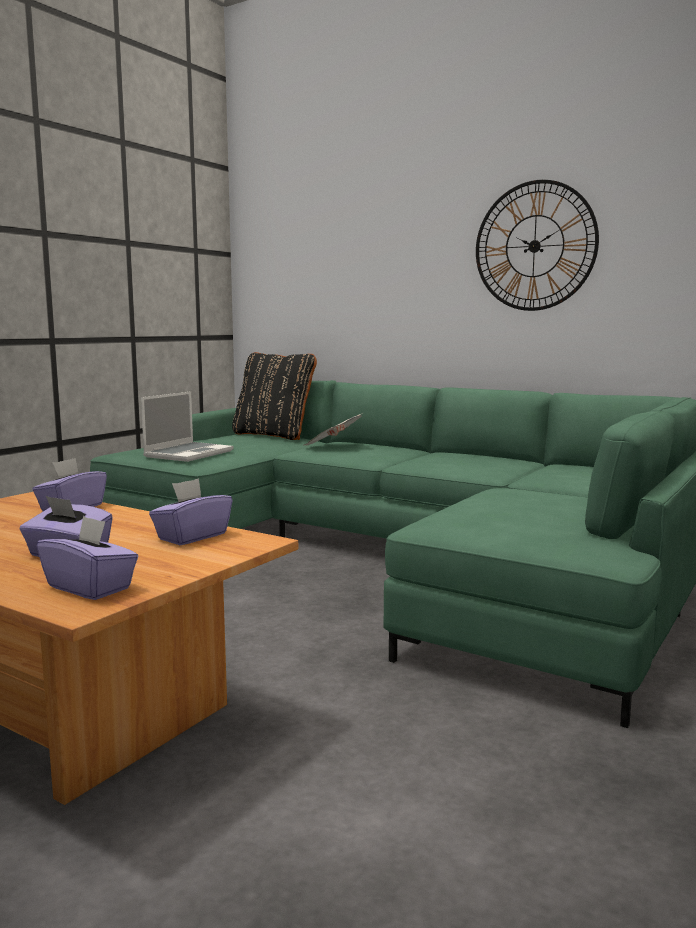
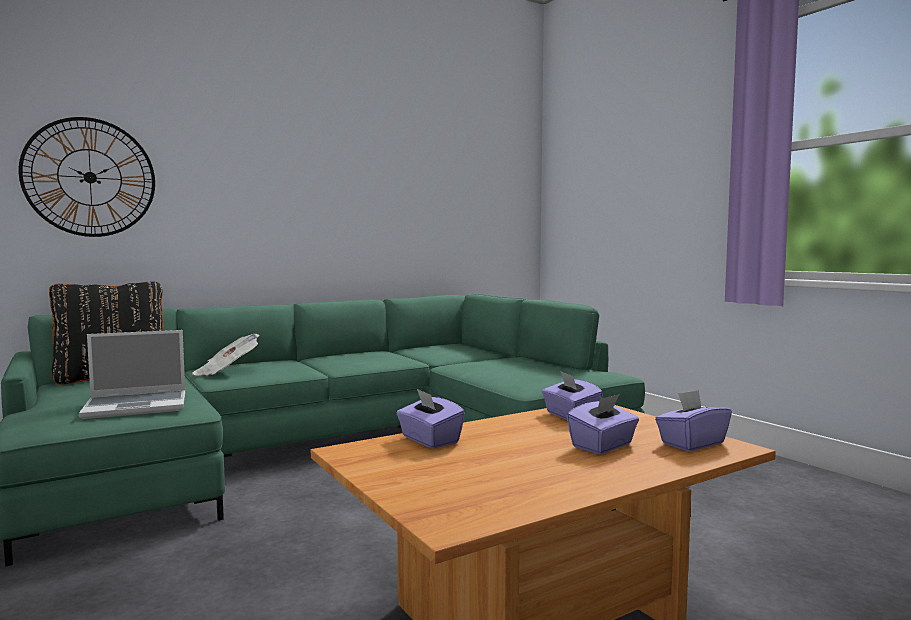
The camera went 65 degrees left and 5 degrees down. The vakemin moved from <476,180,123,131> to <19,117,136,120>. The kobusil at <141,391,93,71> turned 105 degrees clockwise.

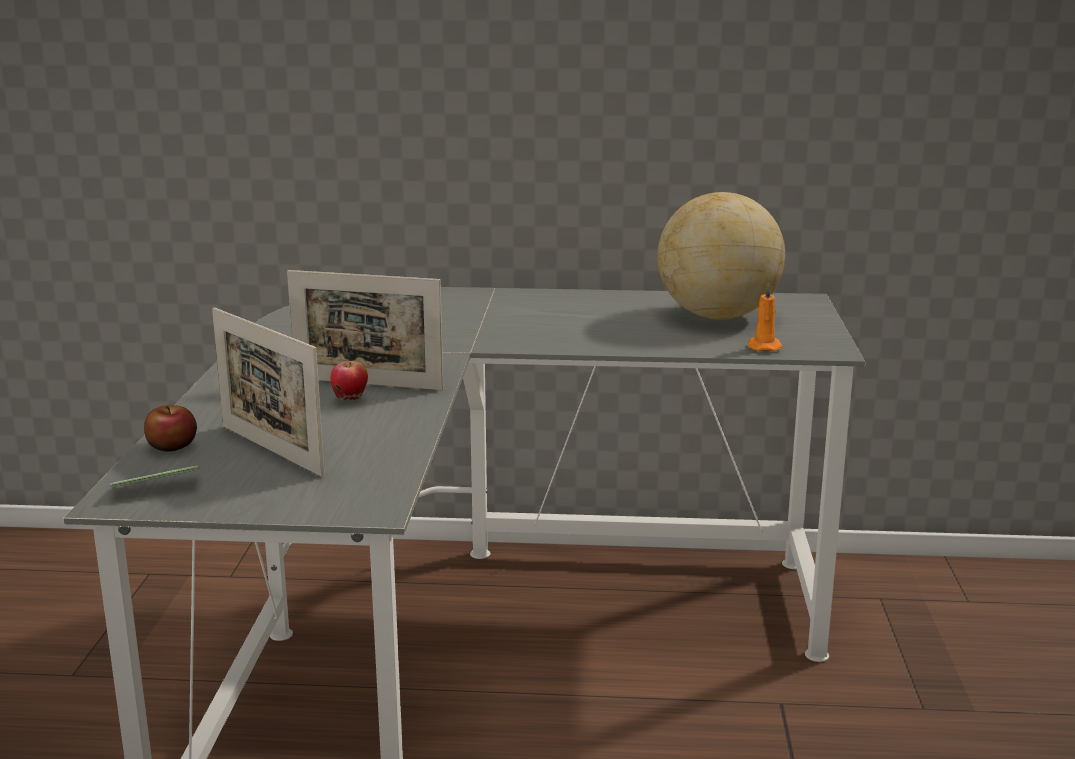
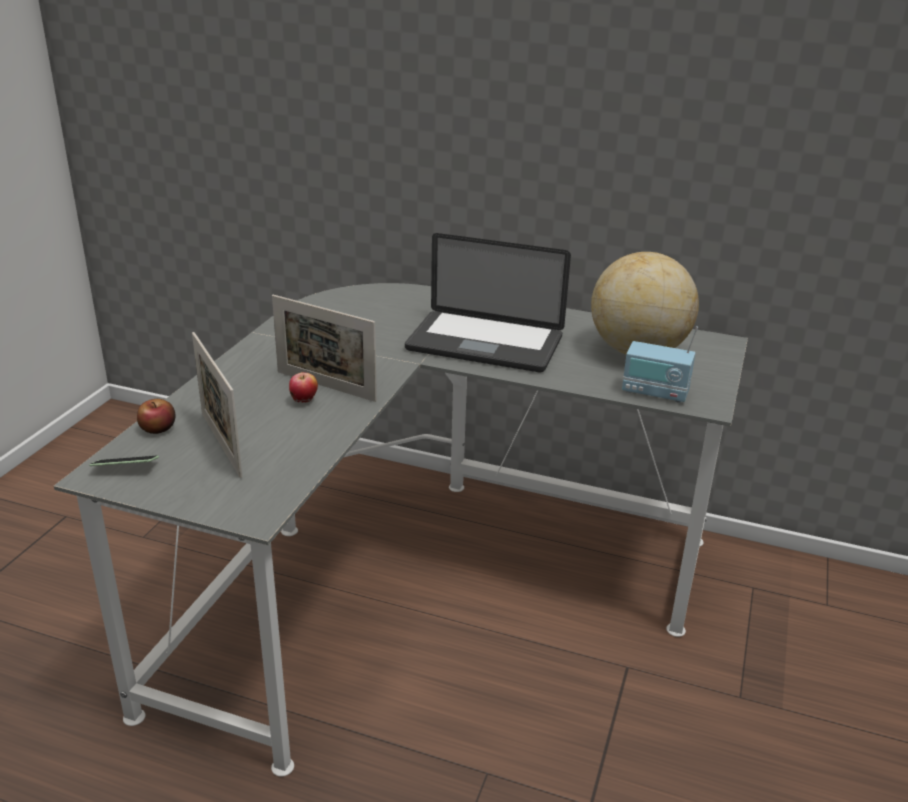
The camera went 15 degrees right and 10 degrees up. The kobusil at <405,233,166,139> appeared. The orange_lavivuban at <748,283,35,68> was replaced by the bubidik at <622,326,76,77>.

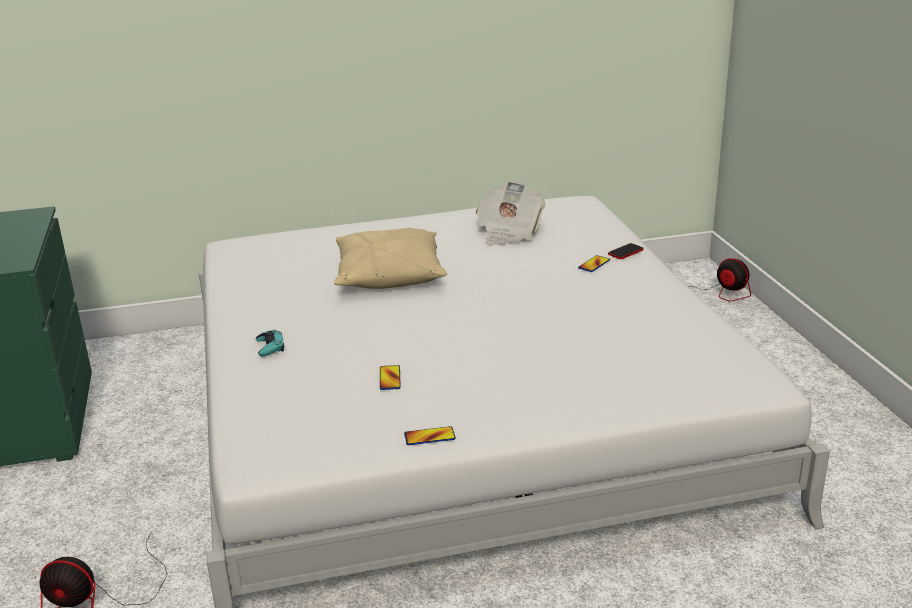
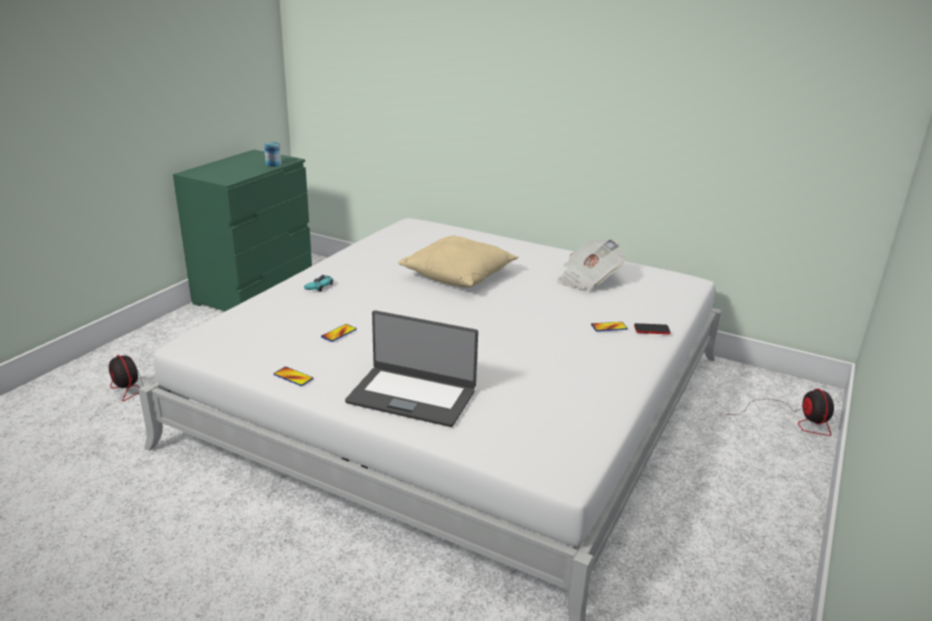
The camera went 40 degrees right and 0 degrees up. The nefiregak at <264,142,18,25> appeared. The kobusil at <345,310,133,117> appeared.

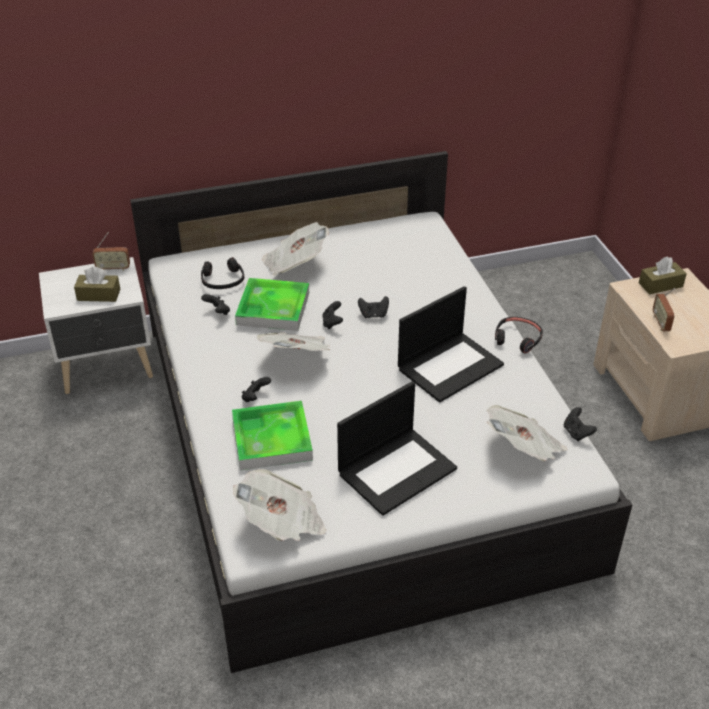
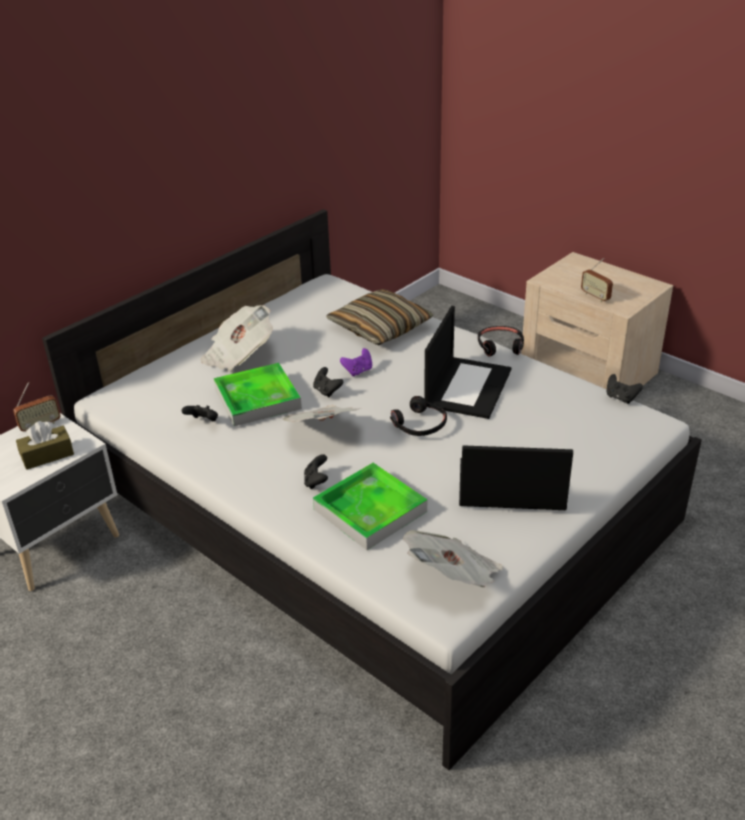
The camera went 30 degrees left and 5 degrees down. The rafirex at <486,405,81,56> disappeared. The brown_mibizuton at <639,256,48,39> disappeared. The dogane at <326,289,108,57> appeared. The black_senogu moved from <201,257,43,32> to <390,396,57,40>. The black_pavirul at <358,296,31,22> became the purple_pavirul at <340,348,32,29>. The kobusil at <337,381,120,135> turned 105 degrees counterclockwise.

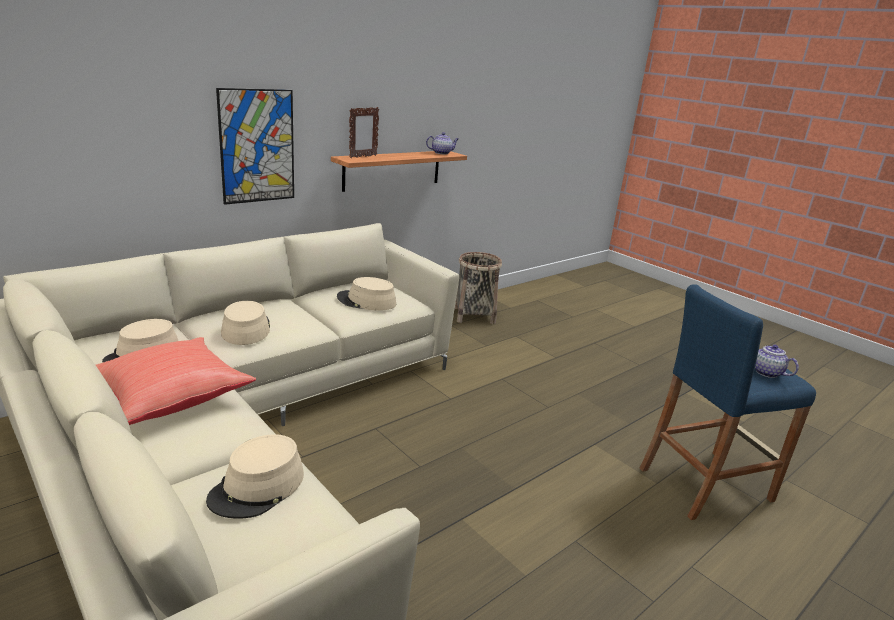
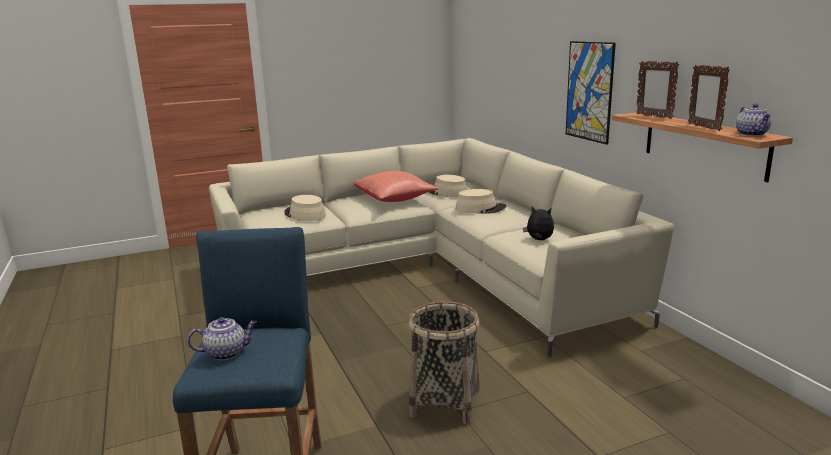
The camera went 110 degrees right and 5 degrees down. The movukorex at <688,65,42,66> appeared. The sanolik moved from <455,252,47,72> to <408,301,72,124>. The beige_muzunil at <337,277,59,34> was replaced by the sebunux at <523,206,31,34>.

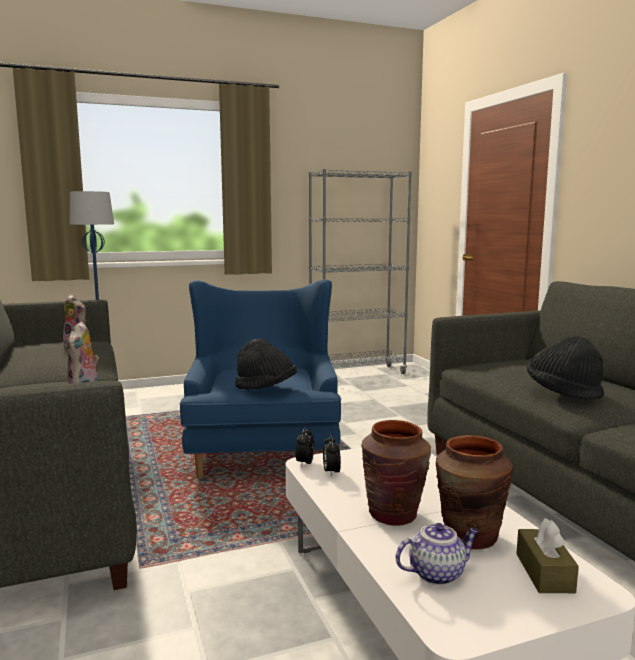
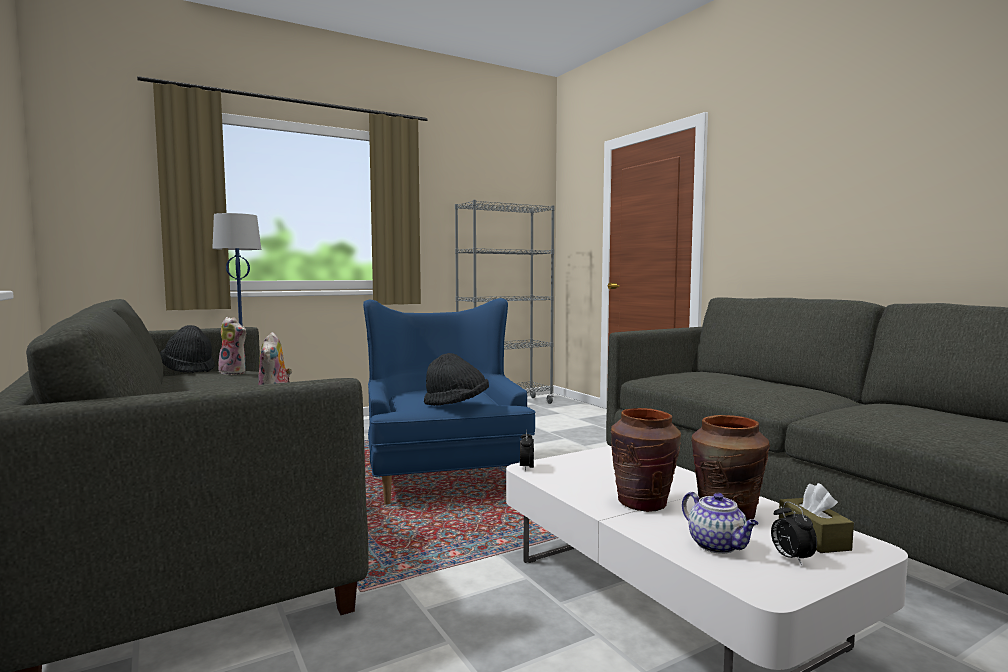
The camera went 10 degrees left and 5 degrees down. The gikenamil moved from <323,434,18,43> to <771,501,46,65>. The black_muzunil moved from <527,336,77,64> to <160,325,55,48>. The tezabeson at <395,523,84,62> turned 90 degrees clockwise.

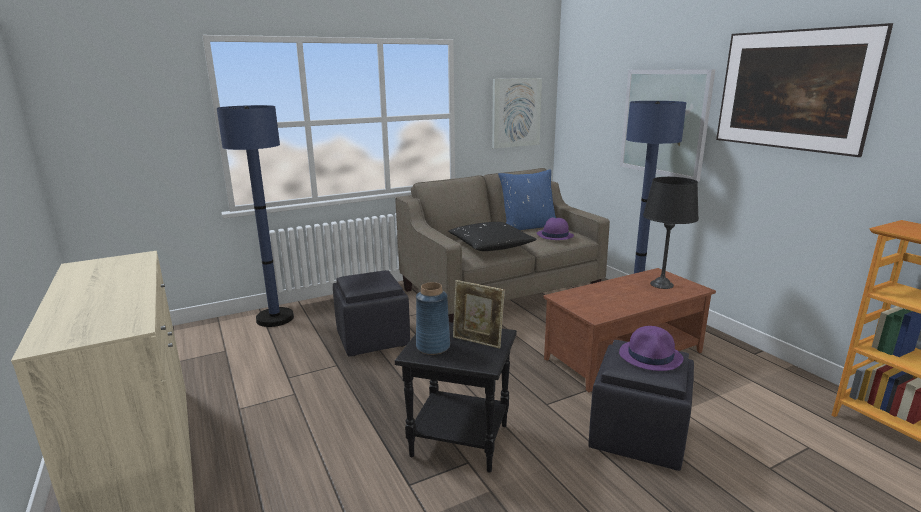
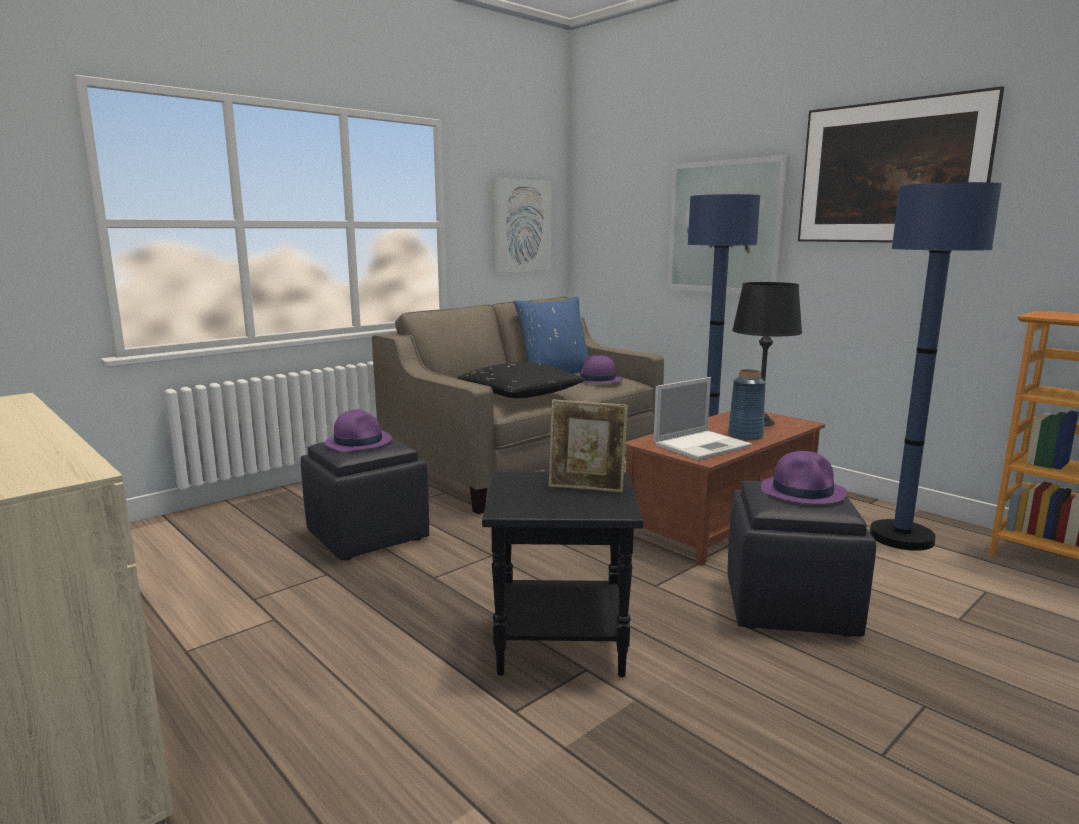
The camera went 15 degrees left and 5 degrees down. The purple_muzunil at <325,409,67,43> appeared. The kobusil at <654,377,98,83> appeared. The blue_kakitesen moved from <217,105,77,222> to <869,182,133,369>. The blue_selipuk moved from <416,282,34,73> to <728,369,38,72>.

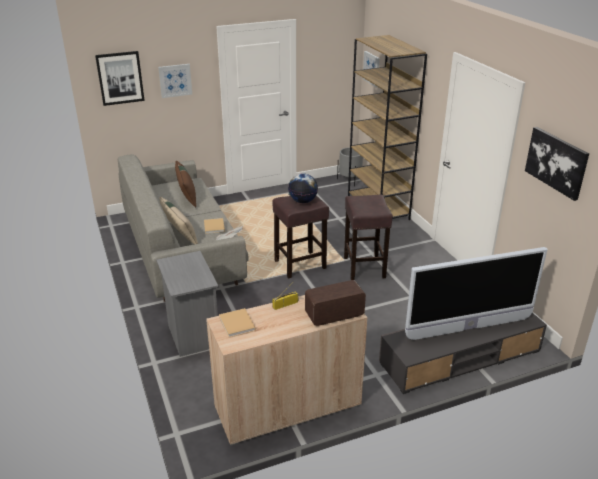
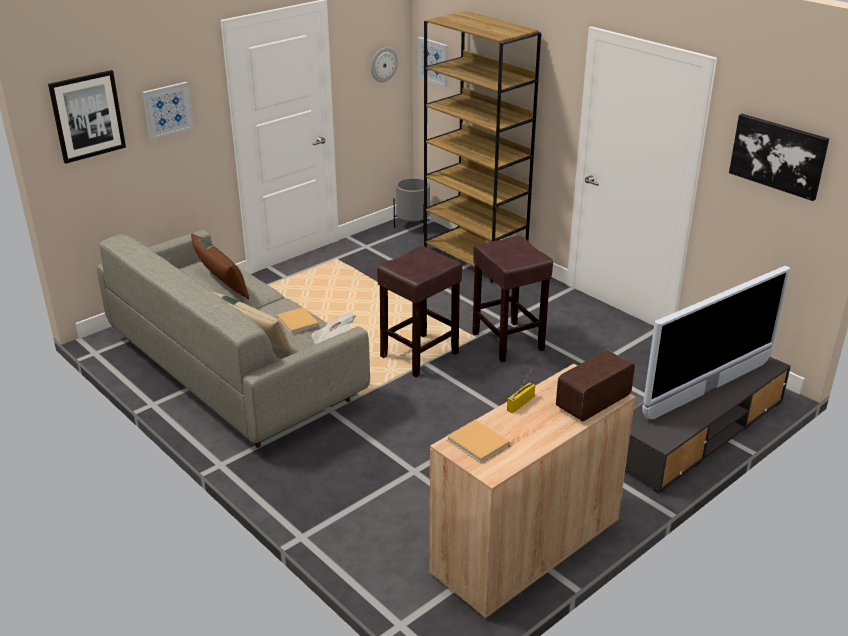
The camera went 20 degrees left and 0 degrees up. The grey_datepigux at <156,251,62,106> disappeared. The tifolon at <288,173,30,30> disappeared. The vakemin at <371,47,27,35> appeared.

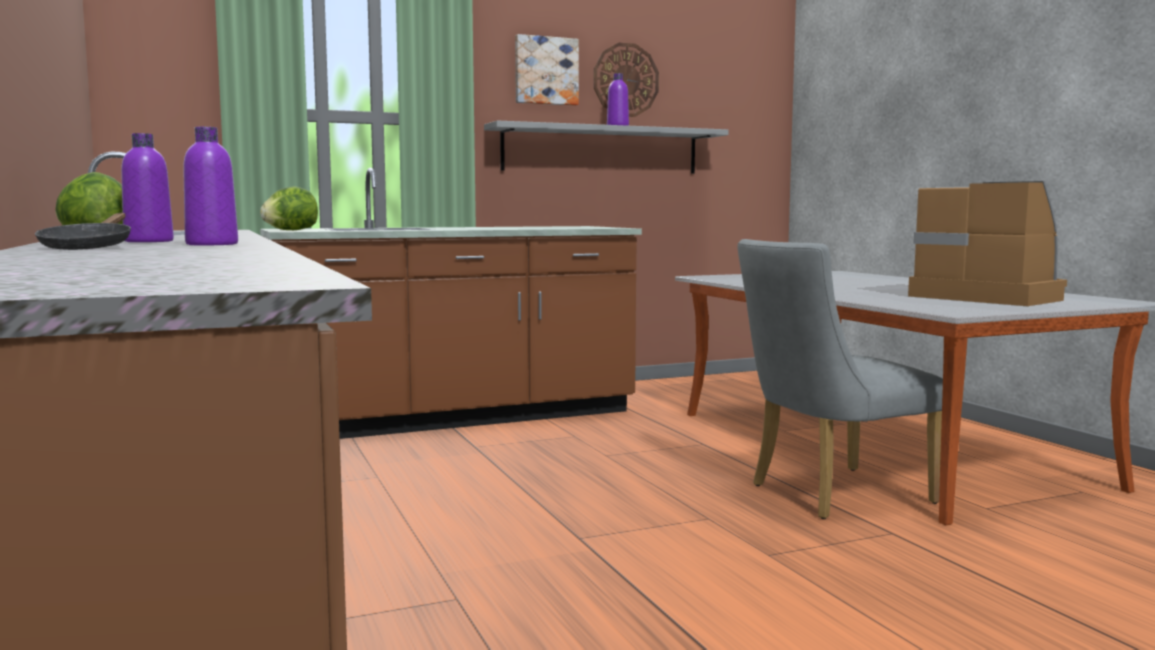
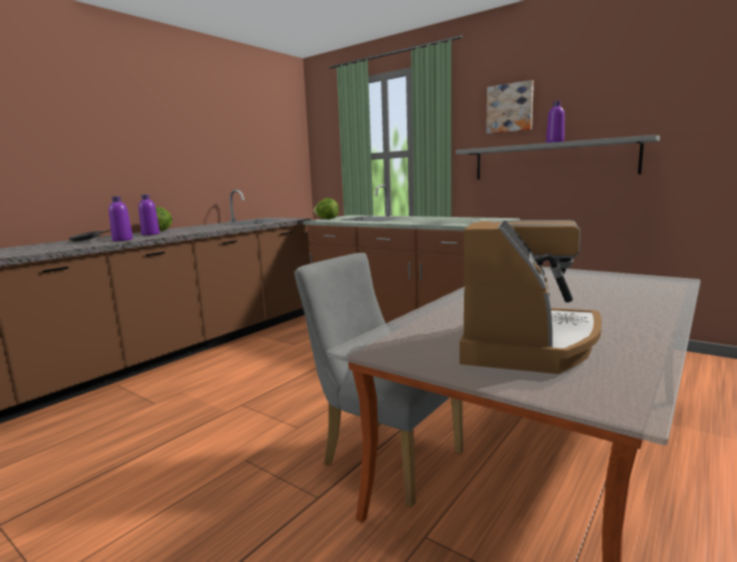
The camera went 60 degrees right and 5 degrees up. The vakemin at <594,43,65,74> disappeared.

